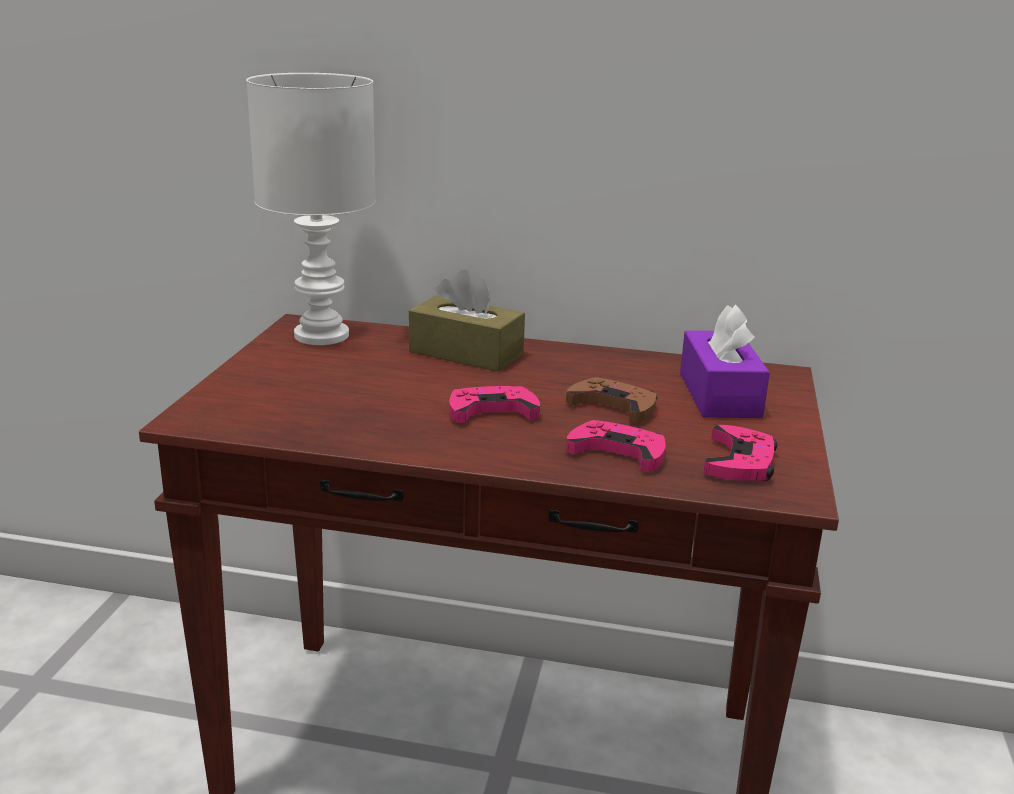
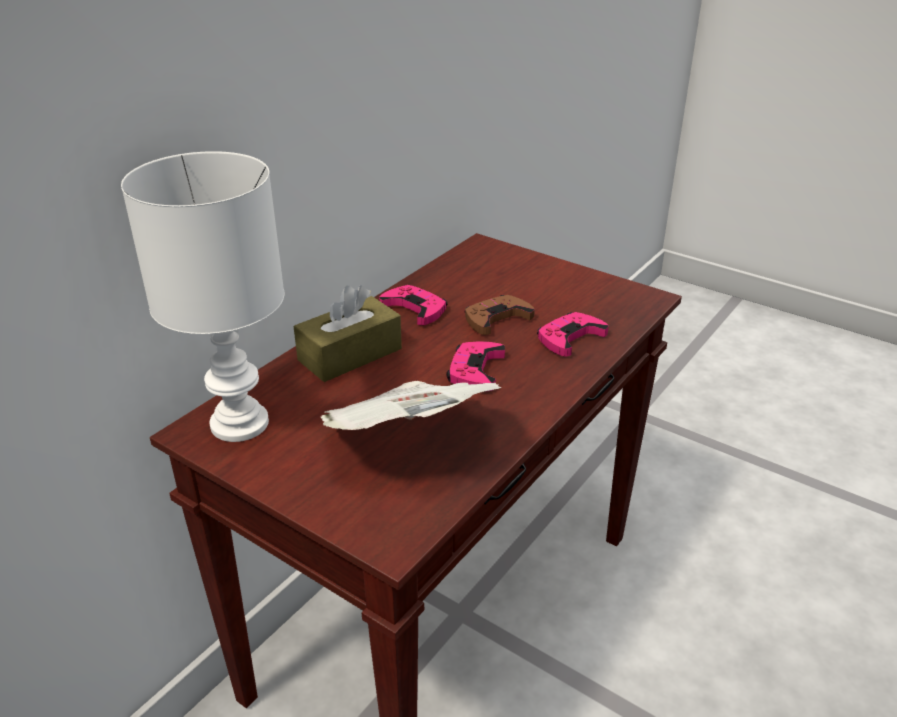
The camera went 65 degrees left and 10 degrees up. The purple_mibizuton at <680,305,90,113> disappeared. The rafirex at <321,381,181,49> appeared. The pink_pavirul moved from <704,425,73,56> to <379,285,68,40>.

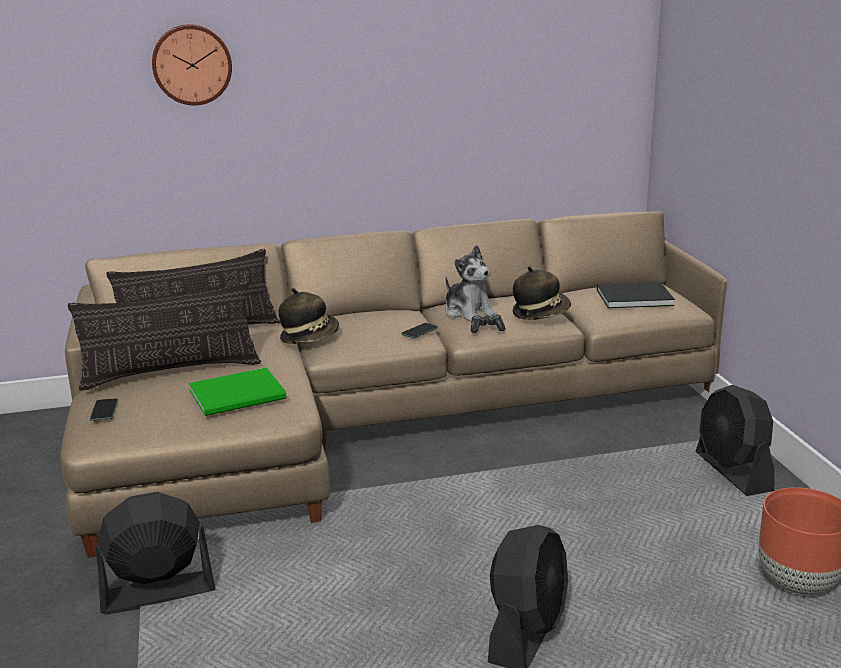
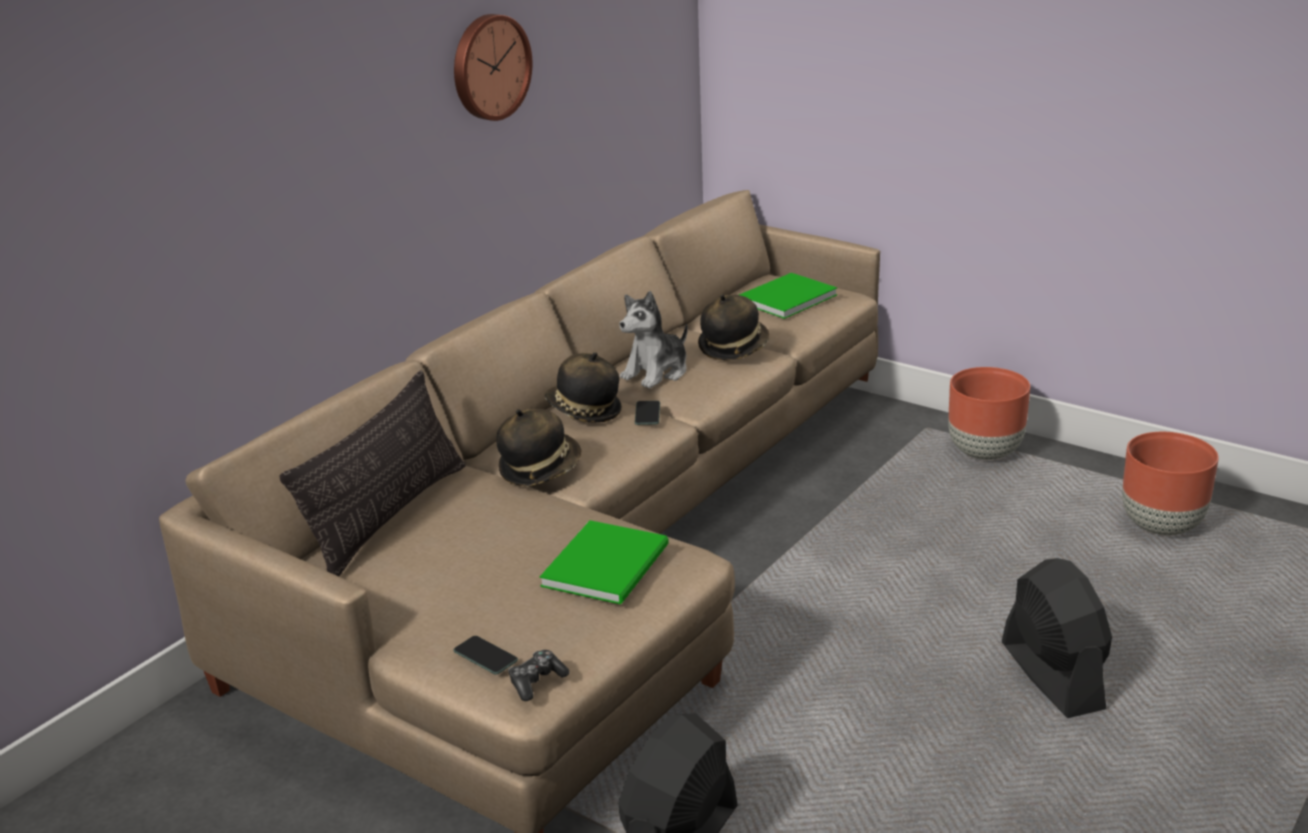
The camera went 40 degrees left and 5 degrees up. The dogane at <68,281,193,110> disappeared. The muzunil at <544,352,78,70> appeared. The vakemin moved from <152,24,80,81> to <454,14,78,107>. The pavirul moved from <471,314,35,19> to <508,650,61,51>. The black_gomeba at <696,385,78,111> was replaced by the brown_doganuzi at <948,367,82,93>. The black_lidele at <597,282,78,26> became the green_lidele at <739,273,98,46>. The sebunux at <445,245,51,77> turned 120 degrees clockwise.

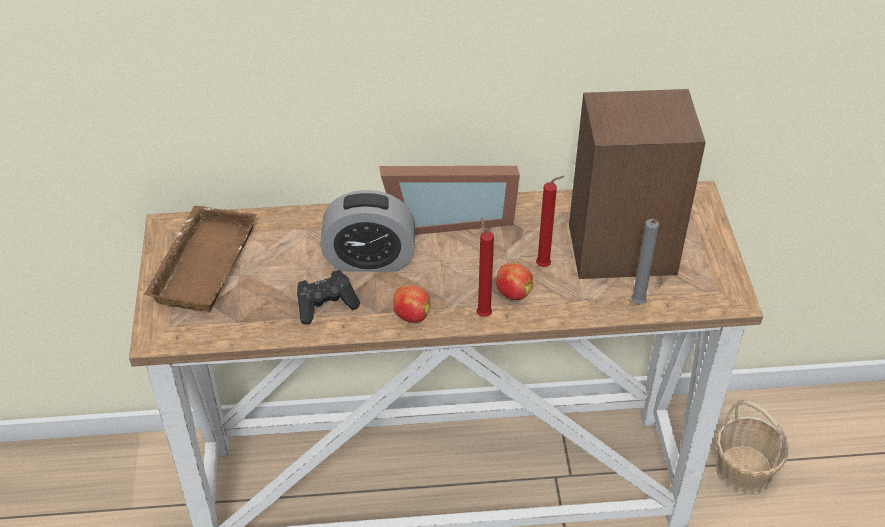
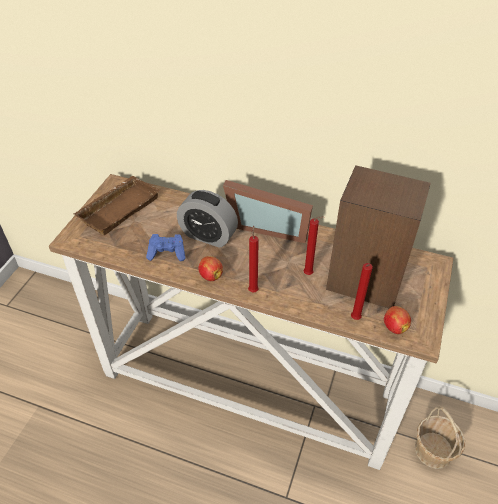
The camera went 25 degrees right and 0 degrees up. The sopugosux moved from <496,263,37,37> to <384,306,27,28>. The black_pavirul at <297,270,63,55> became the blue_pavirul at <146,234,40,27>. The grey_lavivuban at <631,219,28,85> became the red_lavivuban at <351,263,22,57>.

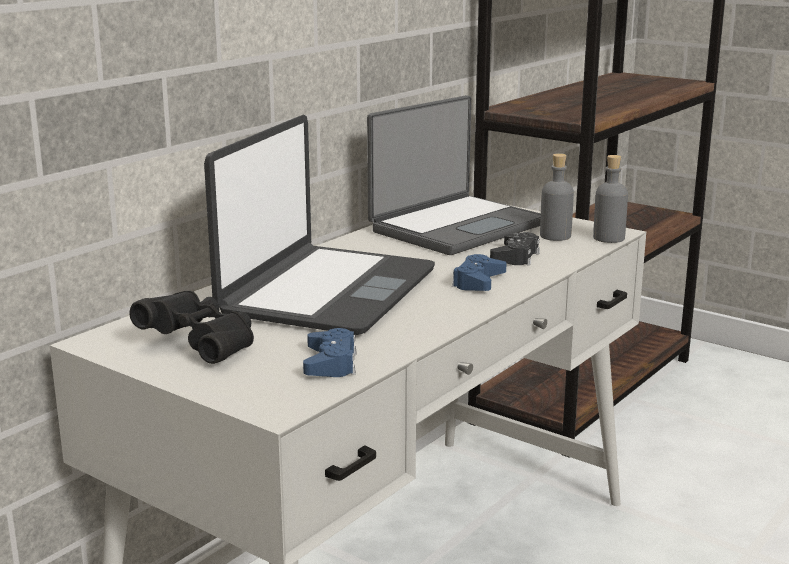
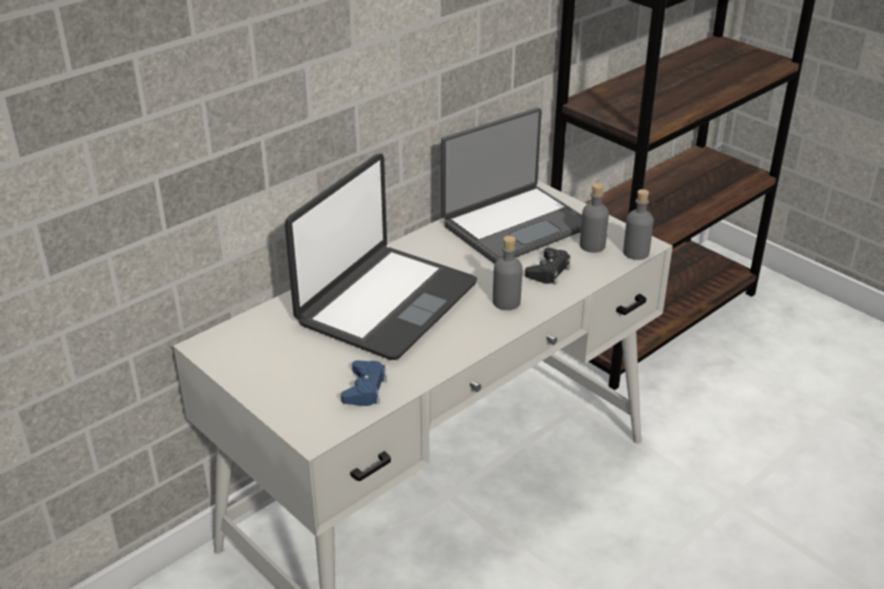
The camera went 10 degrees right and 15 degrees up. The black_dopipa at <129,291,125,73> disappeared. The blue_pavirul at <452,254,54,37> was replaced by the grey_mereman at <493,236,29,74>.

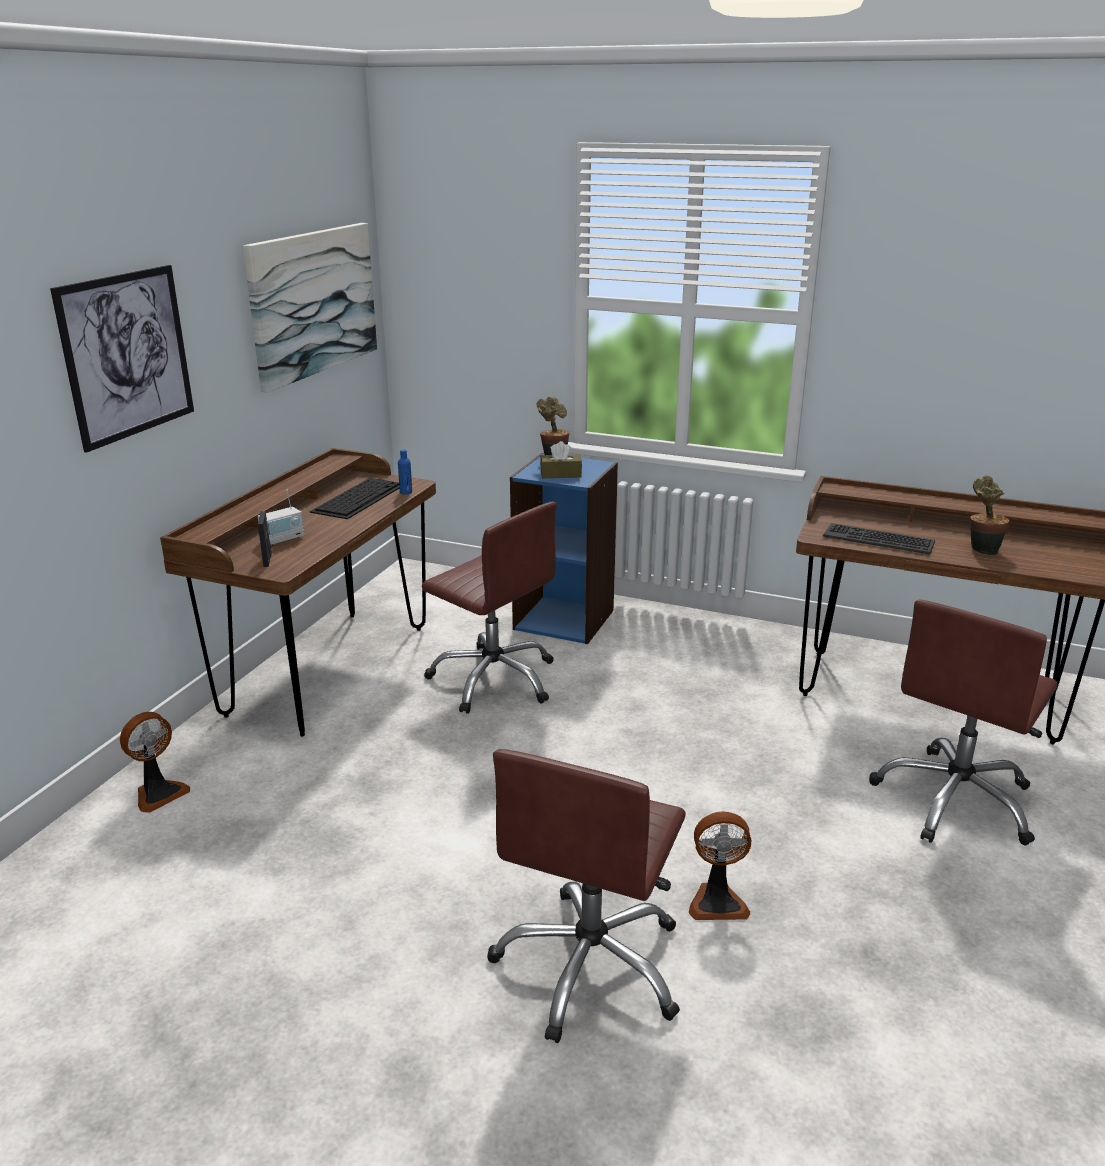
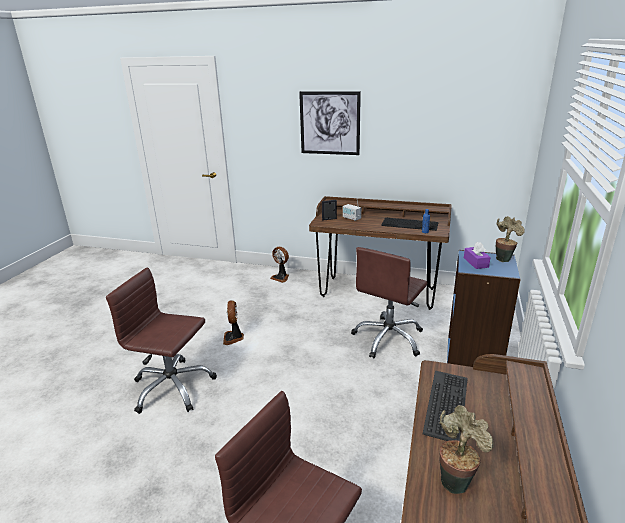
The camera went 85 degrees right and 0 degrees up. The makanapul at <243,223,134,170> disappeared. The gomeba moved from <689,811,62,109> to <223,300,21,45>. The brown_mibizuton at <540,441,42,37> became the purple_mibizuton at <464,242,27,27>.

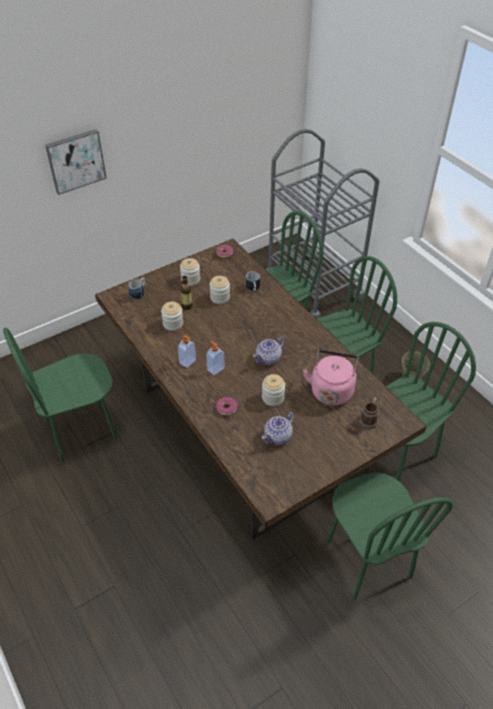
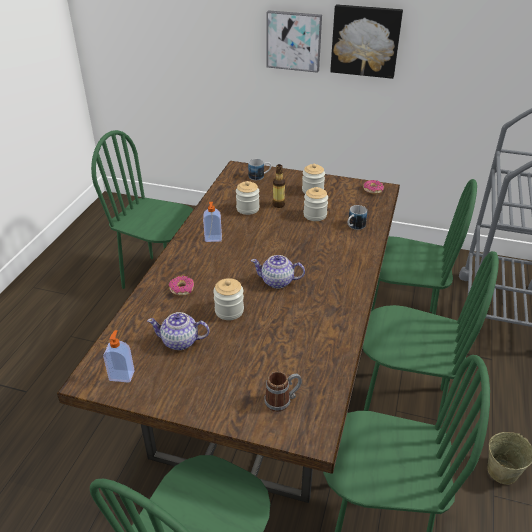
The camera went 50 degrees right and 10 degrees down. The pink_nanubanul at <303,350,56,56> disappeared. The makanapul at <330,4,73,75> appeared. The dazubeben moved from <206,341,19,34> to <103,330,32,53>.

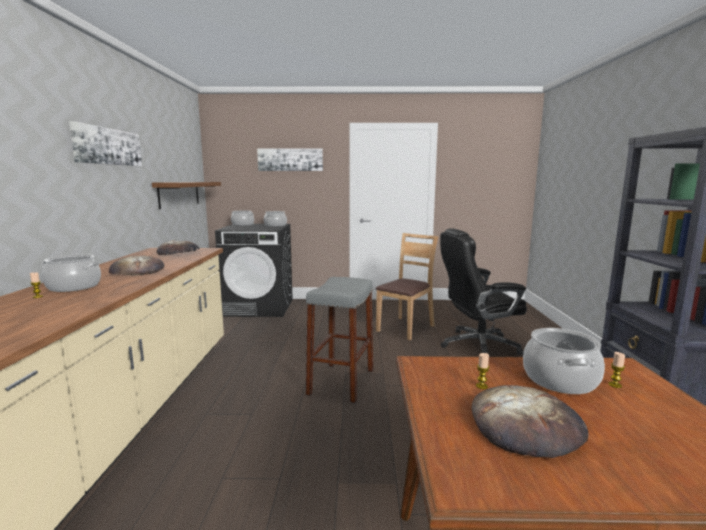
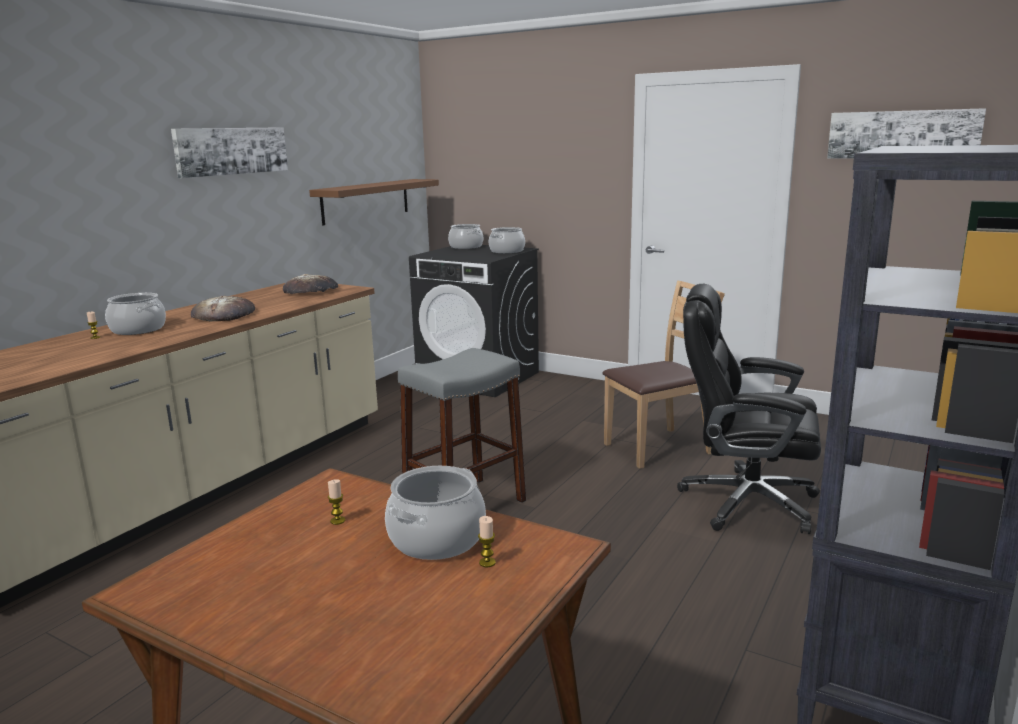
The camera went 30 degrees right and 5 degrees up. The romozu at <472,385,116,73> disappeared. The makanapul moved from <257,148,66,23> to <827,108,159,51>.

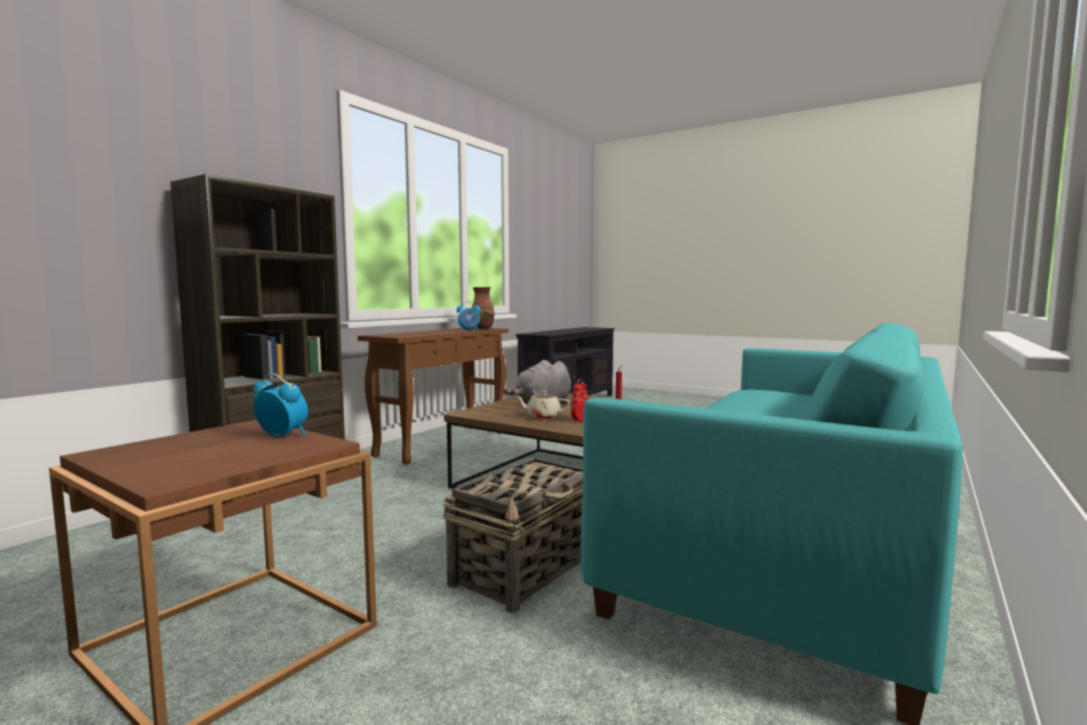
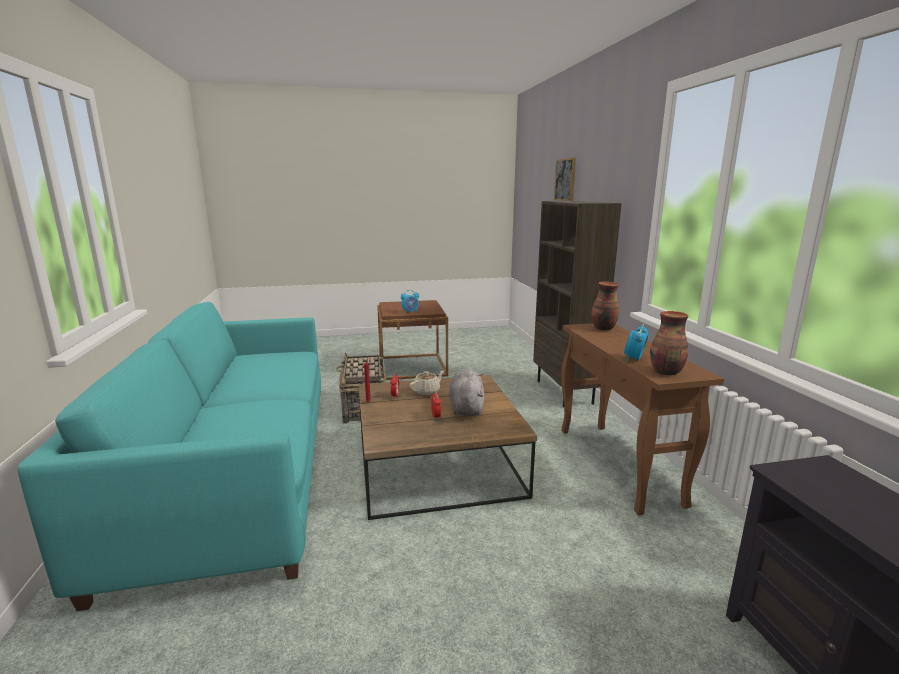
The camera went 135 degrees right and 10 degrees up. The makanapul at <554,158,22,43> appeared. The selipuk at <591,282,28,48> appeared.

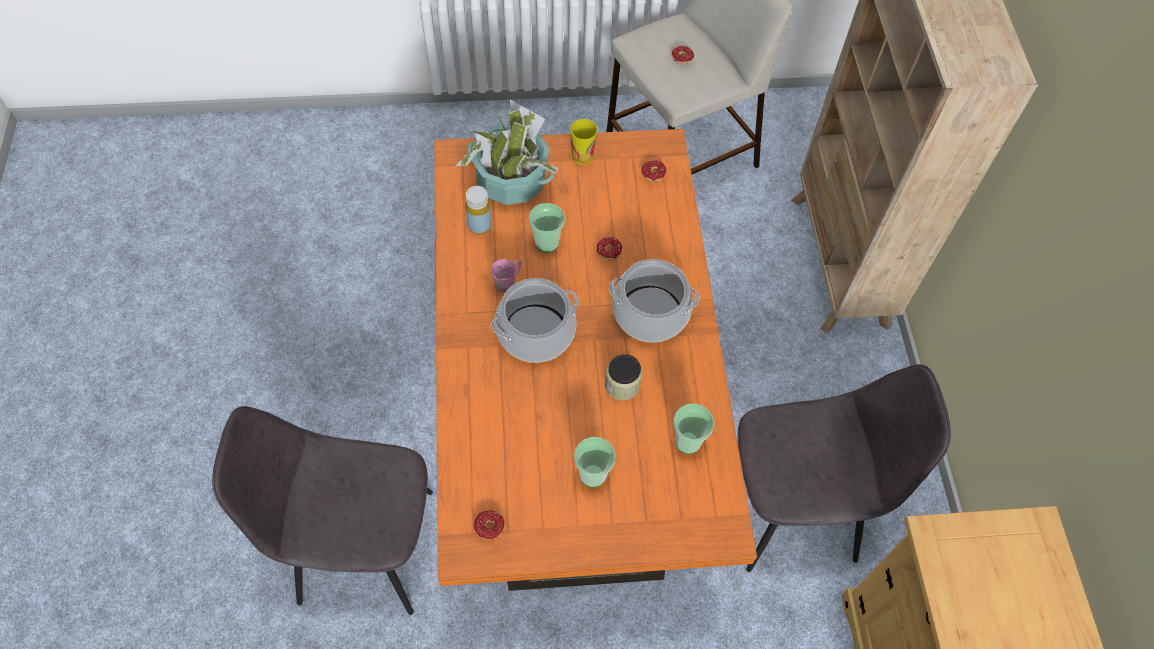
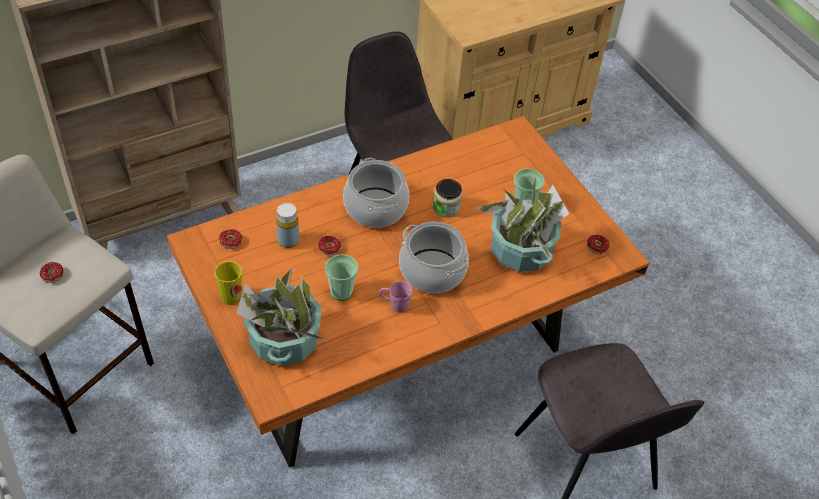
The camera went 115 degrees left and 10 degrees down. The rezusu at <673,404,41,50> disappeared. The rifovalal at <475,177,94,95> appeared. The yellow_mereman moved from <465,186,27,48> to <276,203,23,45>.

